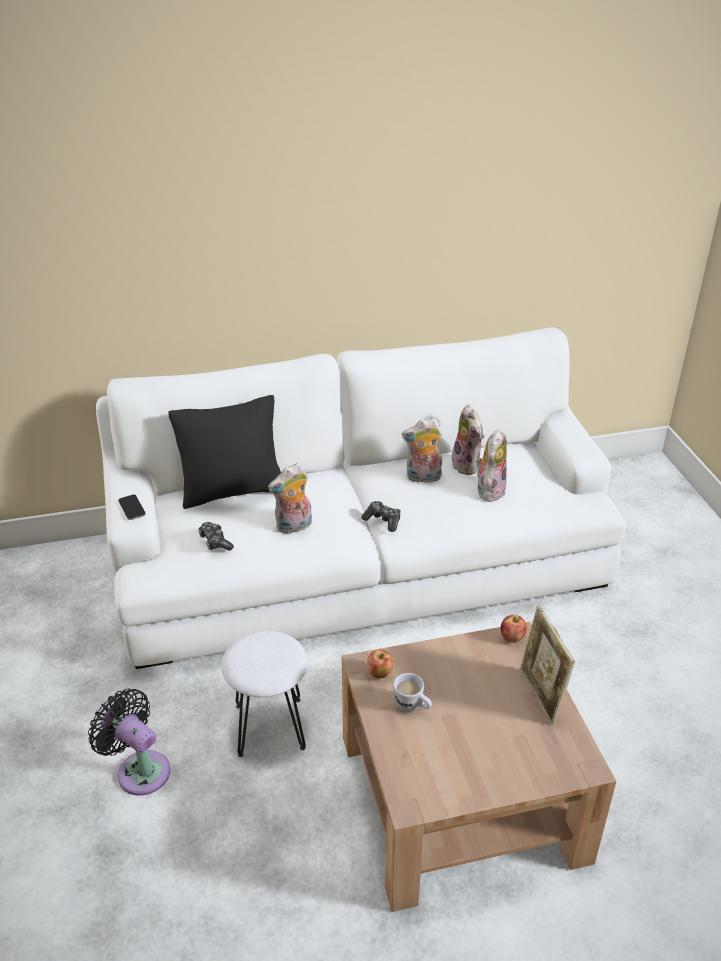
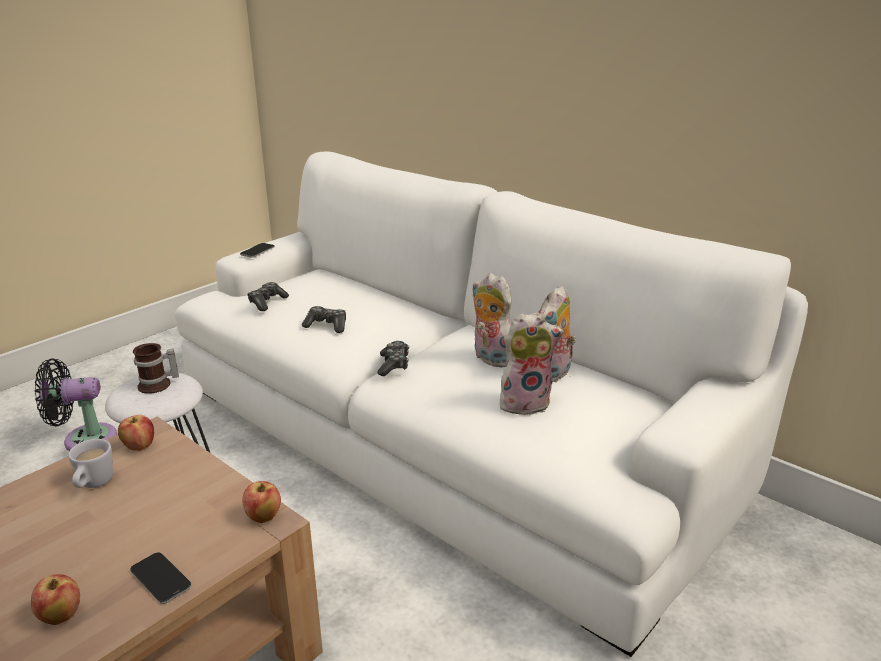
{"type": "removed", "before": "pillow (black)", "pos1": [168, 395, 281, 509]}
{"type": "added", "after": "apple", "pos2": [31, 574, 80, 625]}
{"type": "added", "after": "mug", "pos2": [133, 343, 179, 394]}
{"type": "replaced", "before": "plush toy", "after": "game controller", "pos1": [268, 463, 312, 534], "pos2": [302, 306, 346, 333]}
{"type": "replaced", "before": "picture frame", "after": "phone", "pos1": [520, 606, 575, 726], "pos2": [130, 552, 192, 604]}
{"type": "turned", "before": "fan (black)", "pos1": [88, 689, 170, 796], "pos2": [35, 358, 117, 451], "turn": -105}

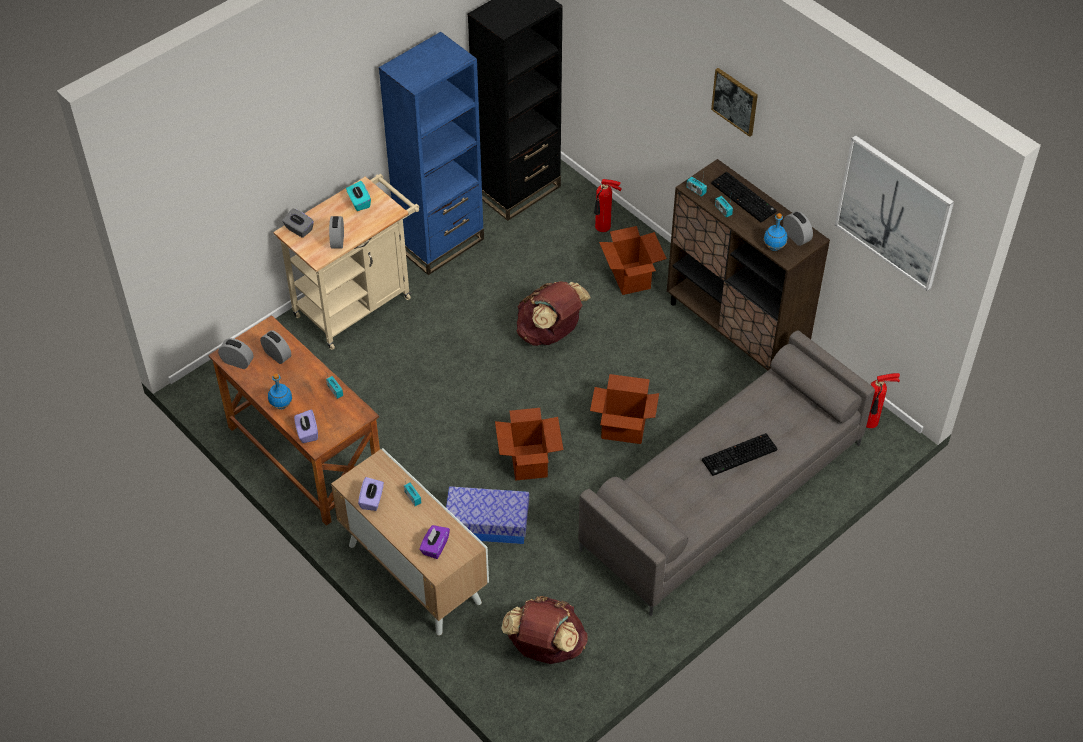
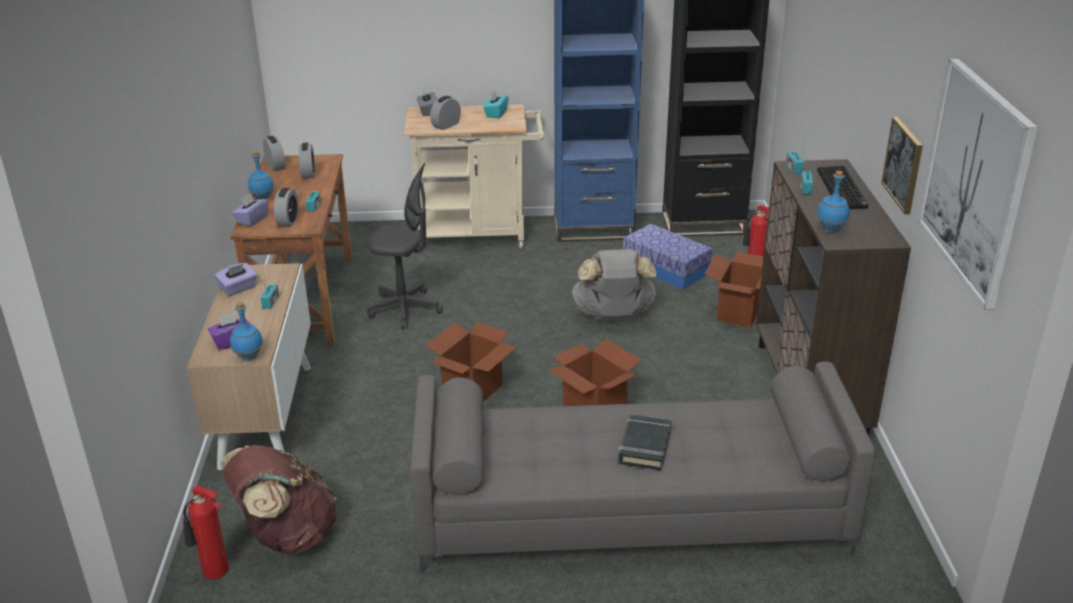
{"type": "added", "after": "bottle (blue)", "pos2": [230, 302, 263, 360]}
{"type": "added", "after": "office chair (grey)", "pos2": [366, 163, 443, 329]}
{"type": "moved", "before": "storage box", "pos1": [446, 486, 529, 544], "pos2": [623, 223, 712, 289]}
{"type": "moved", "before": "picture", "pos1": [711, 68, 758, 137], "pos2": [881, 117, 923, 214]}
{"type": "moved", "before": "alarm clock", "pos1": [783, 211, 813, 246], "pos2": [274, 188, 299, 227]}
{"type": "moved", "before": "fire extinguisher", "pos1": [866, 373, 900, 428], "pos2": [183, 486, 229, 579]}
{"type": "replaced", "before": "keyboard", "after": "book (black)", "pos1": [702, 433, 777, 476], "pos2": [618, 414, 672, 470]}
{"type": "recoloured", "before": "backpack (brown)", "after": "backpack (grey)", "pos1": [517, 281, 591, 346], "pos2": [572, 249, 656, 321]}

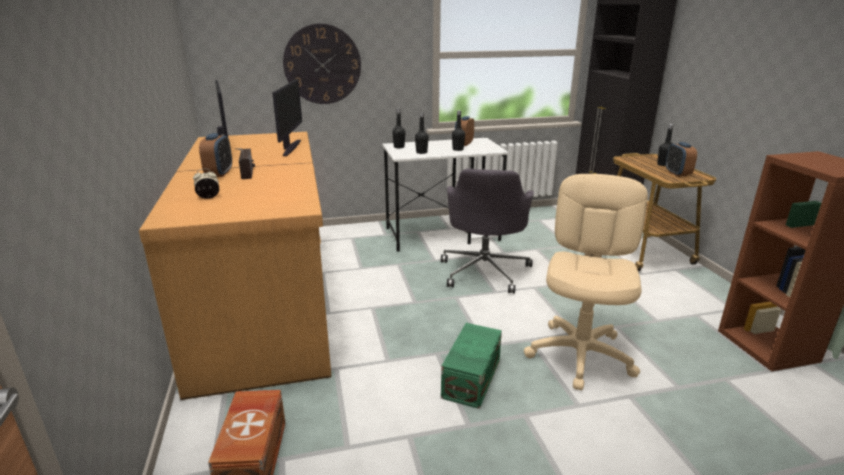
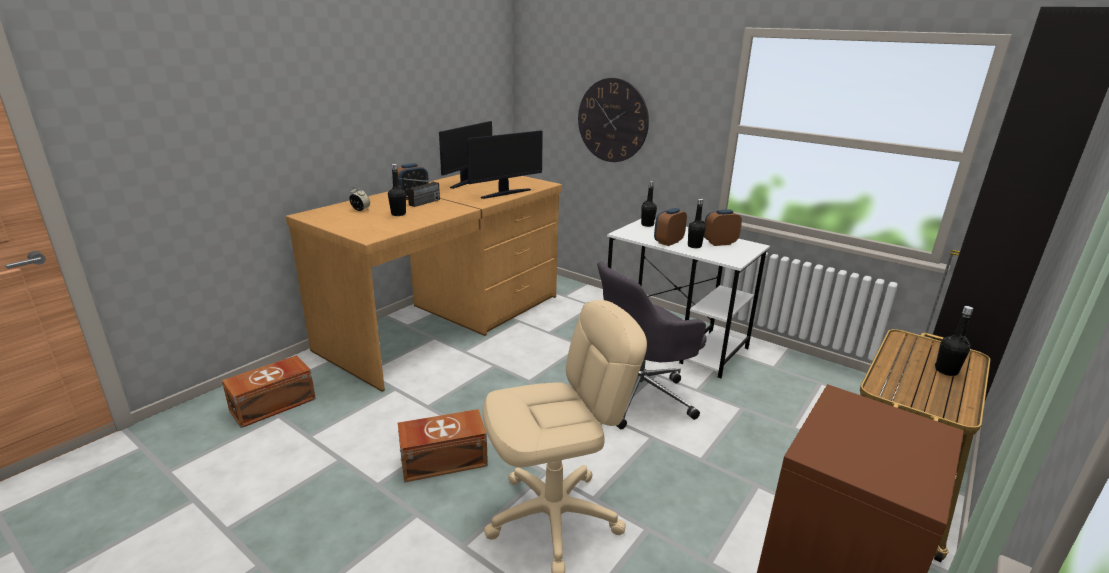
{"type": "moved", "before": "bottle (black)", "pos1": [415, 113, 429, 154], "pos2": [388, 164, 406, 216]}
{"type": "moved", "before": "alarm clock", "pos1": [666, 142, 697, 177], "pos2": [654, 208, 687, 246]}
{"type": "recoloured", "before": "storage box (green)", "after": "storage box (brown)", "pos1": [441, 323, 502, 409], "pos2": [398, 409, 488, 483]}

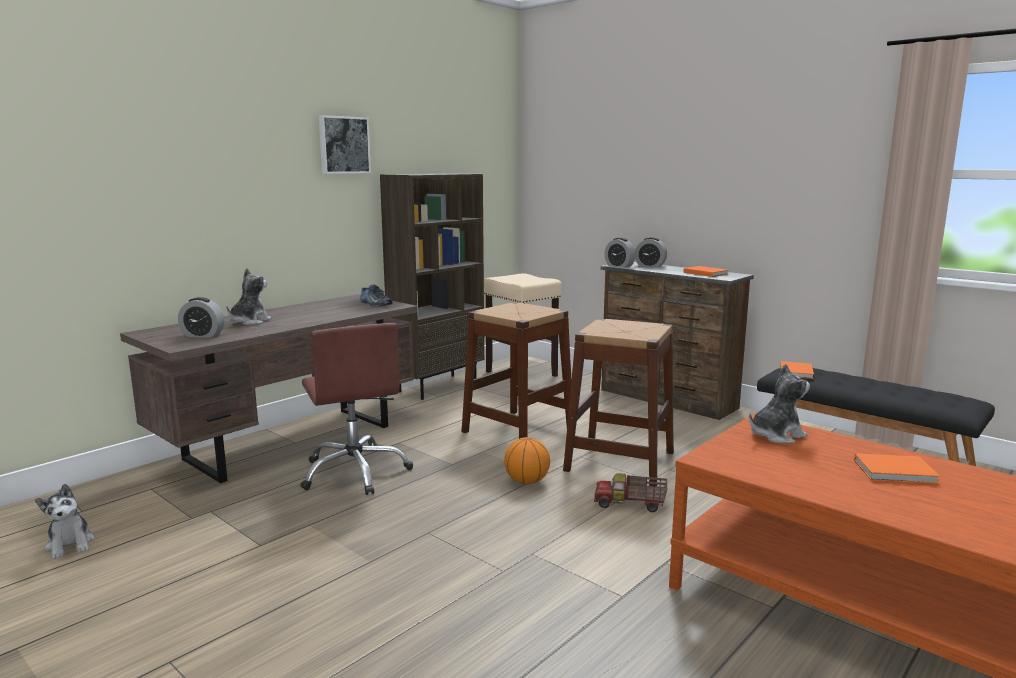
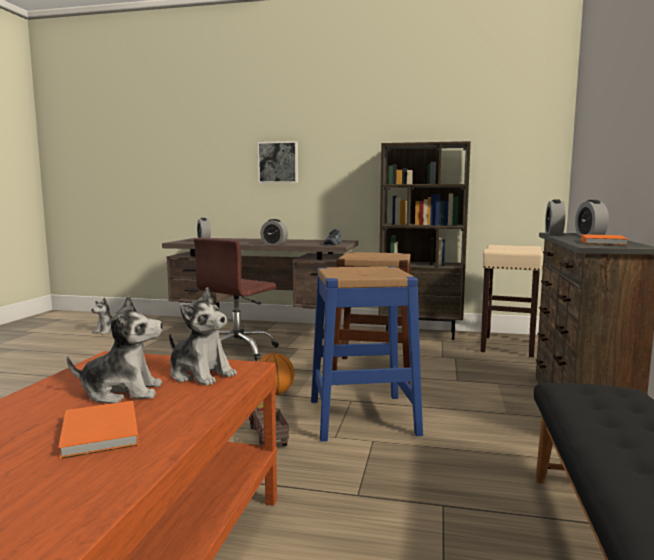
{"type": "removed", "before": "book (orange)", "pos1": [781, 361, 814, 379]}
{"type": "added", "after": "alarm clock", "pos2": [260, 219, 288, 245]}
{"type": "moved", "before": "plush toy", "pos1": [227, 268, 272, 325], "pos2": [67, 295, 163, 404]}
{"type": "moved", "before": "picture", "pos1": [319, 115, 371, 174], "pos2": [258, 141, 298, 183]}
{"type": "recoloured", "before": "stool (brown)", "after": "stool (blue)", "pos1": [563, 318, 674, 486], "pos2": [311, 266, 423, 442]}

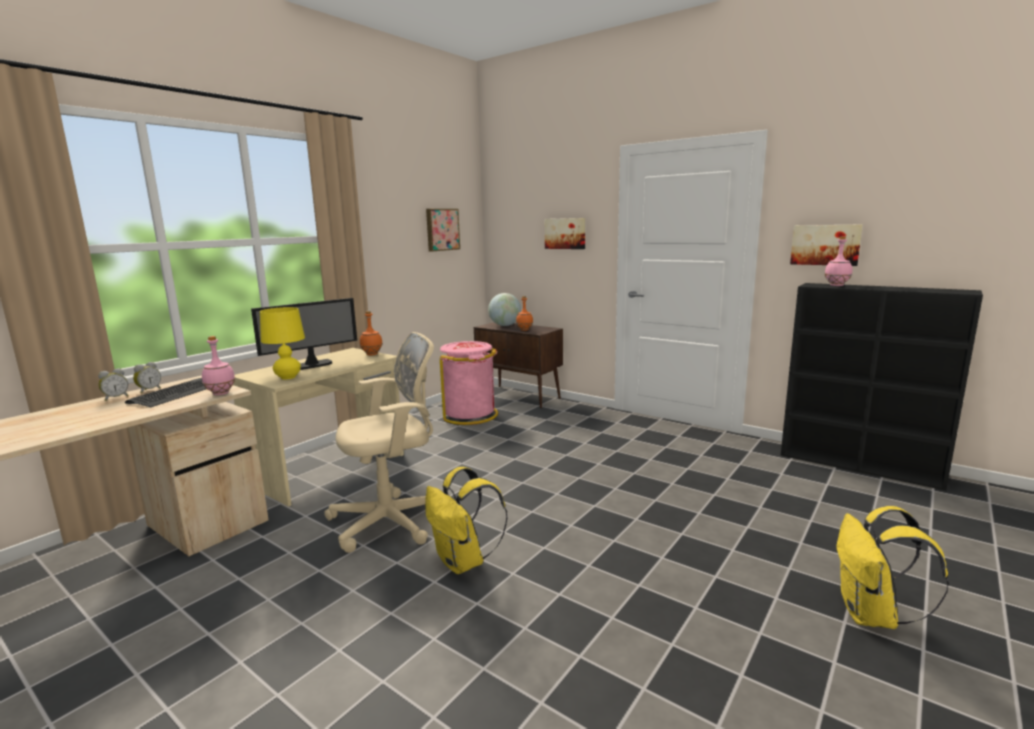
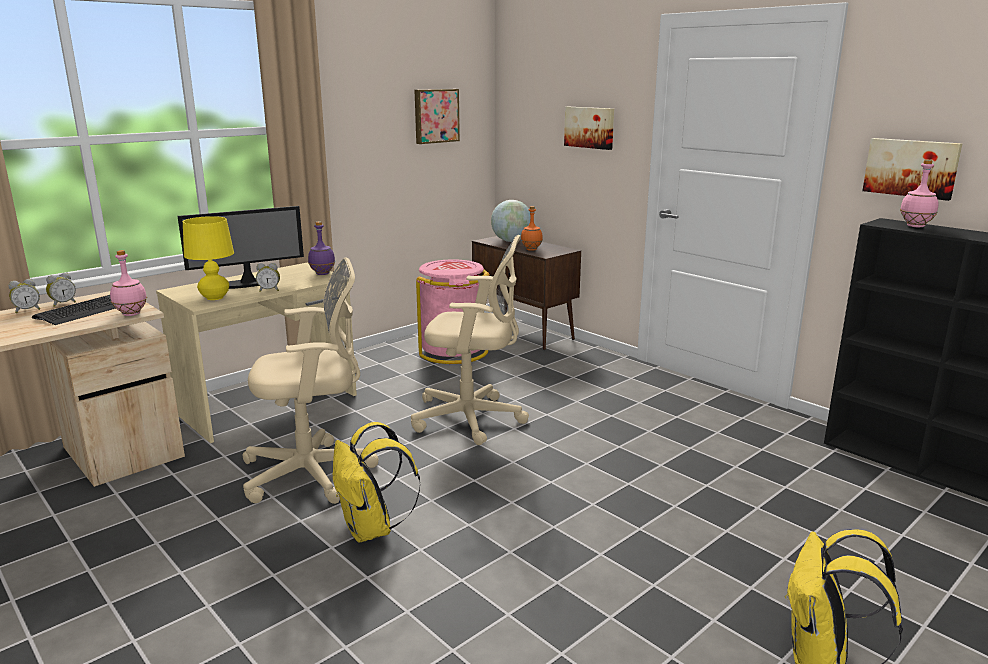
{"type": "added", "after": "alarm clock", "pos2": [256, 263, 280, 292]}
{"type": "added", "after": "office chair (beige)", "pos2": [411, 235, 529, 445]}
{"type": "recoloured", "before": "bottle (orange)", "after": "bottle (purple)", "pos1": [360, 311, 383, 355], "pos2": [308, 222, 335, 275]}

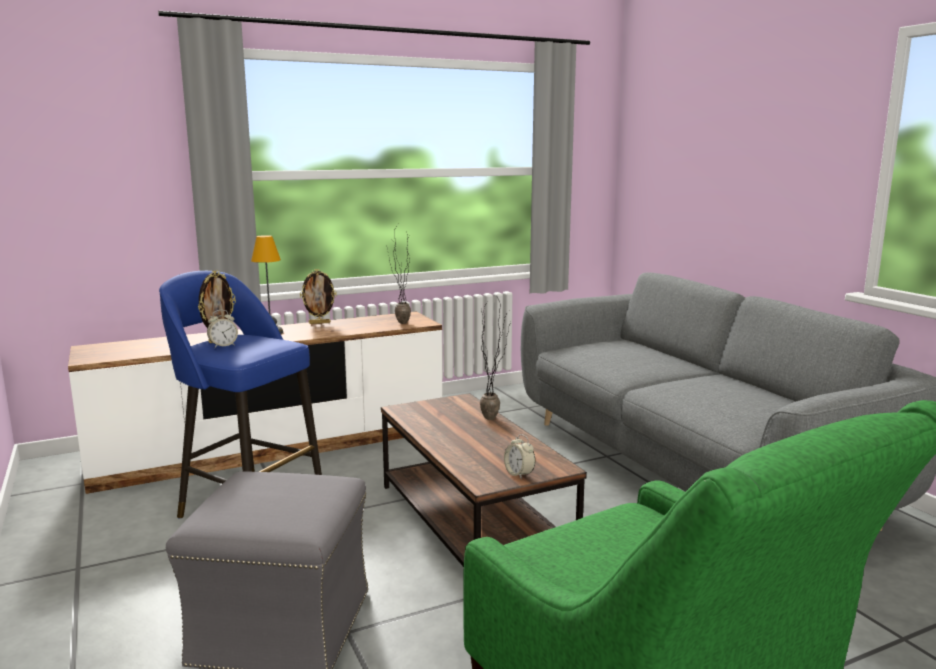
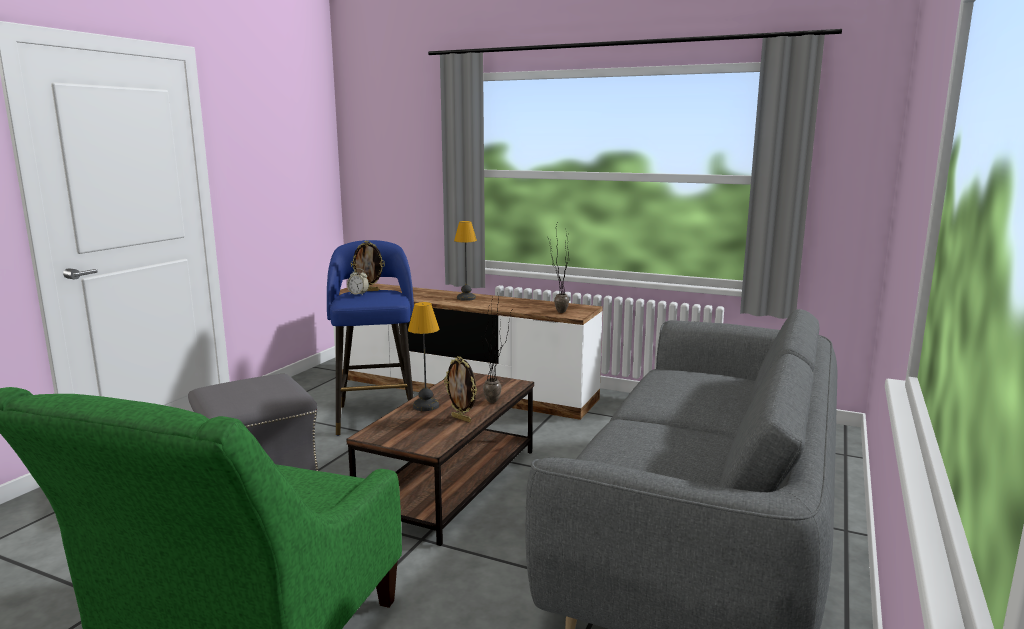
{"type": "removed", "before": "alarm clock", "pos1": [504, 434, 535, 479]}
{"type": "added", "after": "table lamp", "pos2": [408, 302, 439, 411]}
{"type": "moved", "before": "picture frame", "pos1": [300, 269, 337, 324], "pos2": [444, 356, 477, 422]}

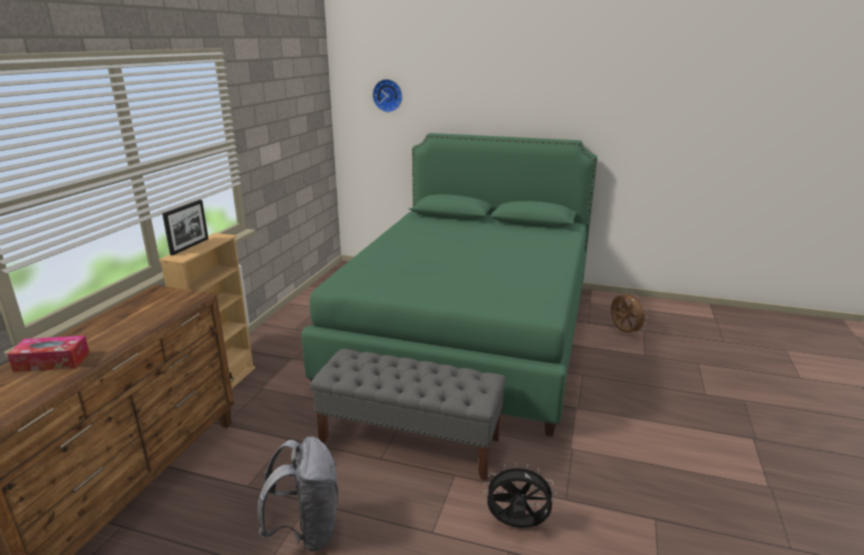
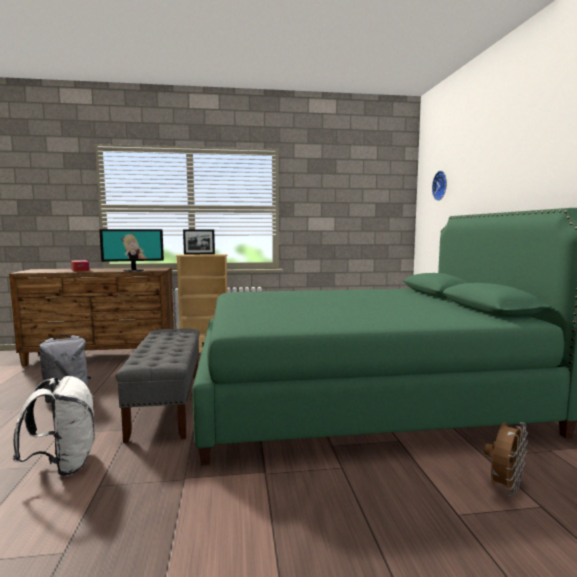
{"type": "added", "after": "monitor", "pos2": [99, 229, 164, 271]}
{"type": "replaced", "before": "fan (black)", "after": "backpack (white)", "pos1": [484, 462, 557, 528], "pos2": [13, 376, 95, 477]}

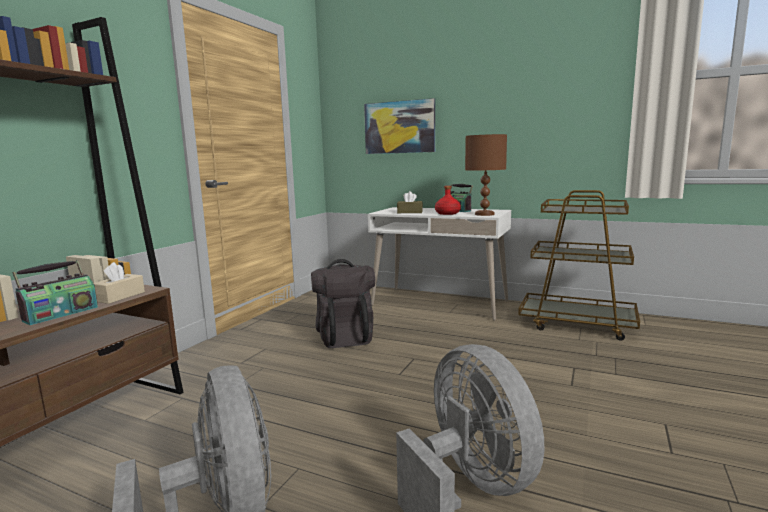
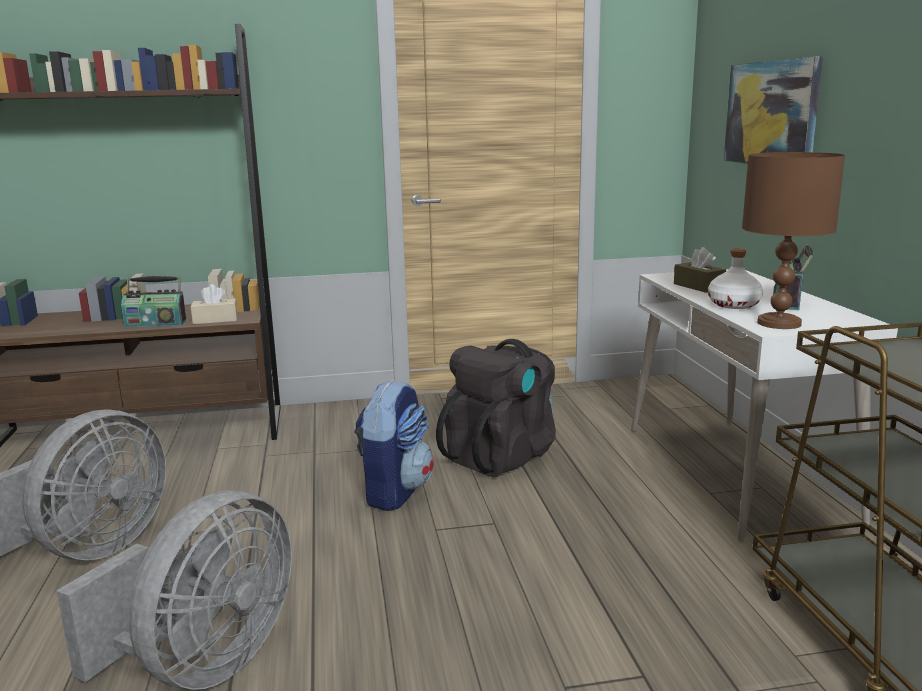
{"type": "added", "after": "backpack", "pos2": [354, 380, 434, 511]}
{"type": "recoloured", "before": "bottle (red)", "after": "bottle (white)", "pos1": [435, 186, 461, 215], "pos2": [708, 248, 763, 309]}

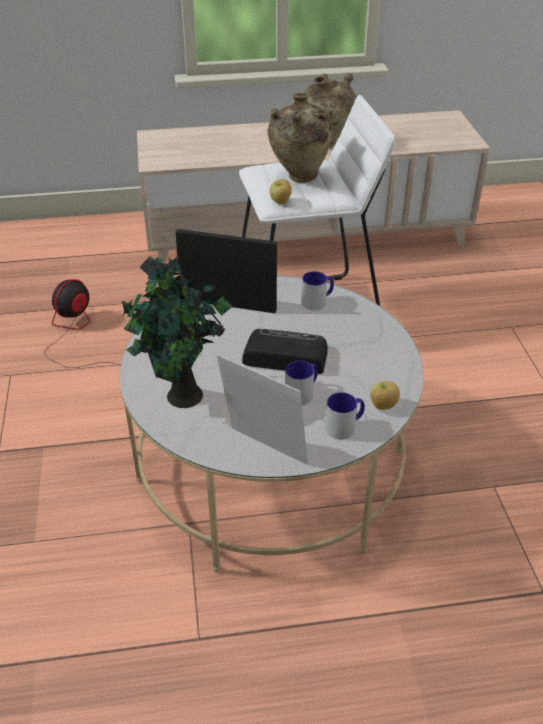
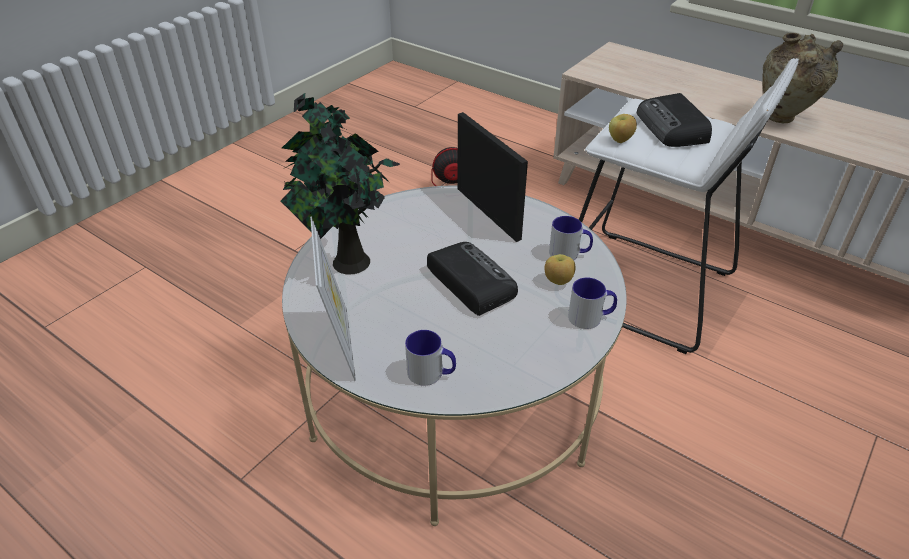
{"type": "moved", "before": "mug", "pos1": [285, 361, 318, 405], "pos2": [568, 278, 617, 329]}
{"type": "moved", "before": "apple", "pos1": [371, 381, 400, 410], "pos2": [544, 254, 575, 285]}
{"type": "replaced", "before": "vase (beige)", "after": "radio", "pos1": [267, 93, 333, 183], "pos2": [637, 93, 712, 147]}

